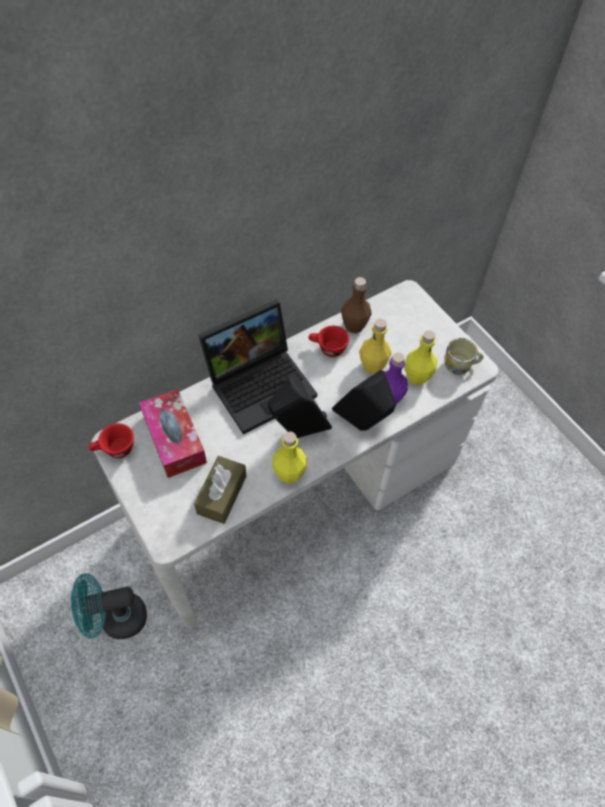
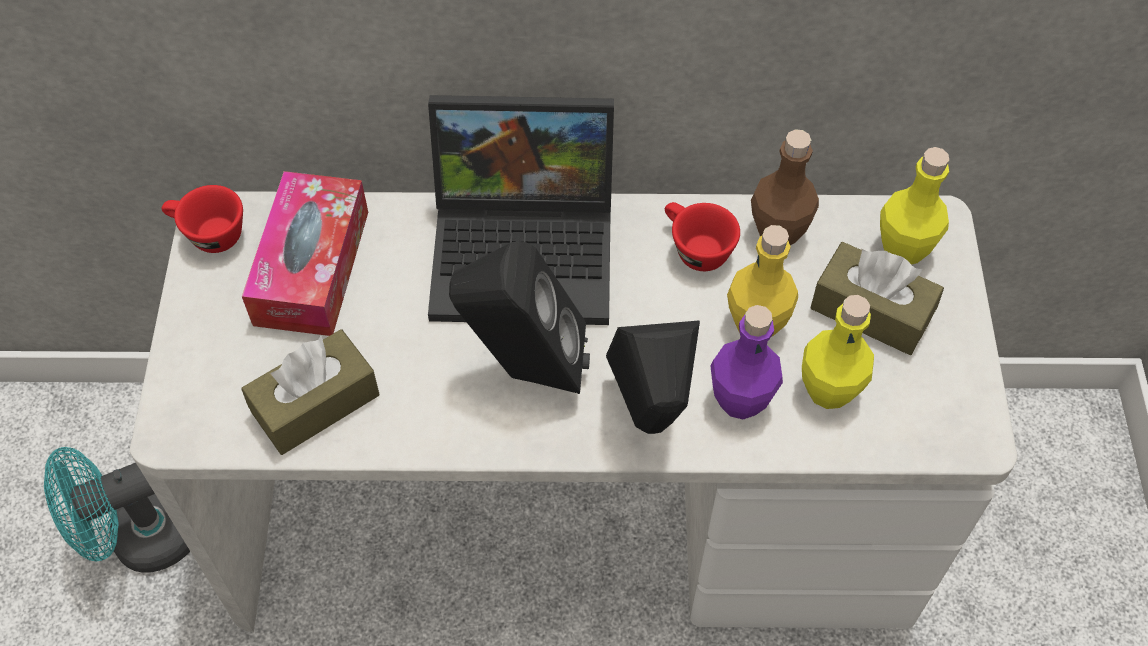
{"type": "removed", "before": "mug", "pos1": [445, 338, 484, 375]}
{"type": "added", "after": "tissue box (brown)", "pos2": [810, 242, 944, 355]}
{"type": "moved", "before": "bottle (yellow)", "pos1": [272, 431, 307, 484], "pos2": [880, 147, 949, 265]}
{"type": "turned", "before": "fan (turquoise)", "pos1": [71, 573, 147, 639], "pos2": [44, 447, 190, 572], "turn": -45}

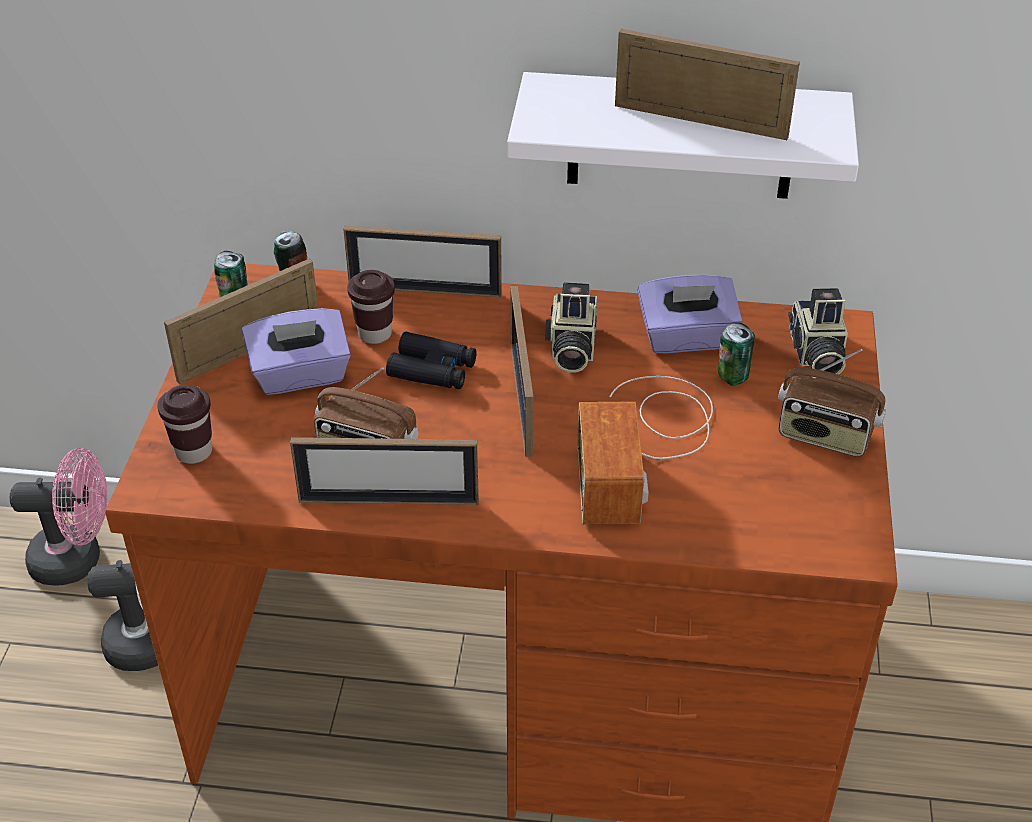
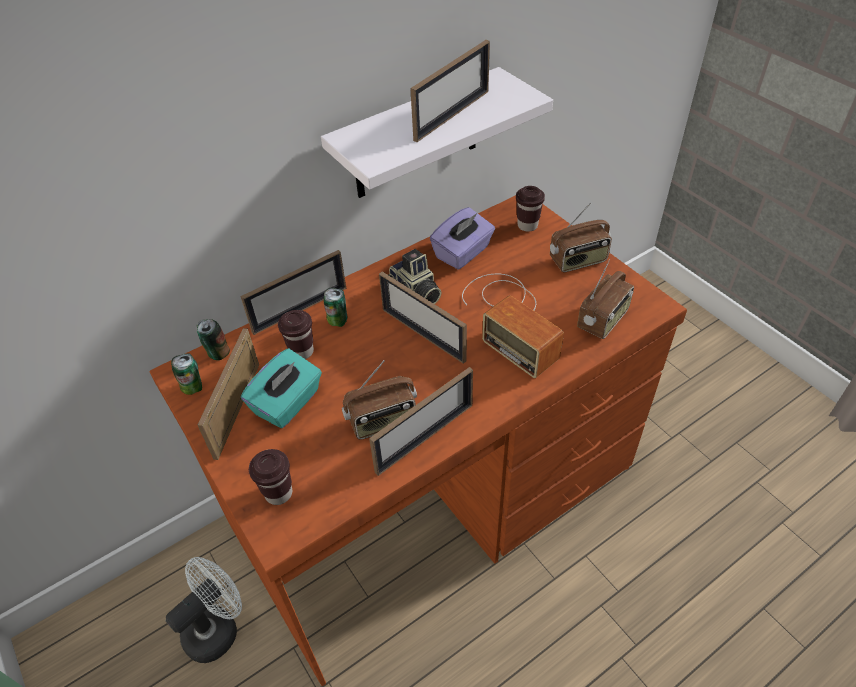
{"type": "removed", "before": "fan (pink)", "pos1": [10, 448, 108, 586]}
{"type": "removed", "before": "binoculars (black)", "pos1": [386, 332, 477, 389]}
{"type": "added", "after": "radio", "pos2": [577, 260, 634, 339]}
{"type": "moved", "before": "can", "pos1": [718, 323, 755, 386], "pos2": [324, 287, 348, 327]}
{"type": "replaced", "before": "photo camera", "after": "cup (brown)", "pos1": [788, 288, 848, 374], "pos2": [516, 186, 545, 232]}
{"type": "recoloured", "before": "tissue box (purple)", "after": "tissue box (turquoise)", "pos1": [242, 308, 351, 395], "pos2": [241, 348, 322, 428]}
{"type": "turned", "before": "picture frame", "pos1": [615, 29, 800, 140], "pos2": [410, 40, 490, 142], "turn": 150}

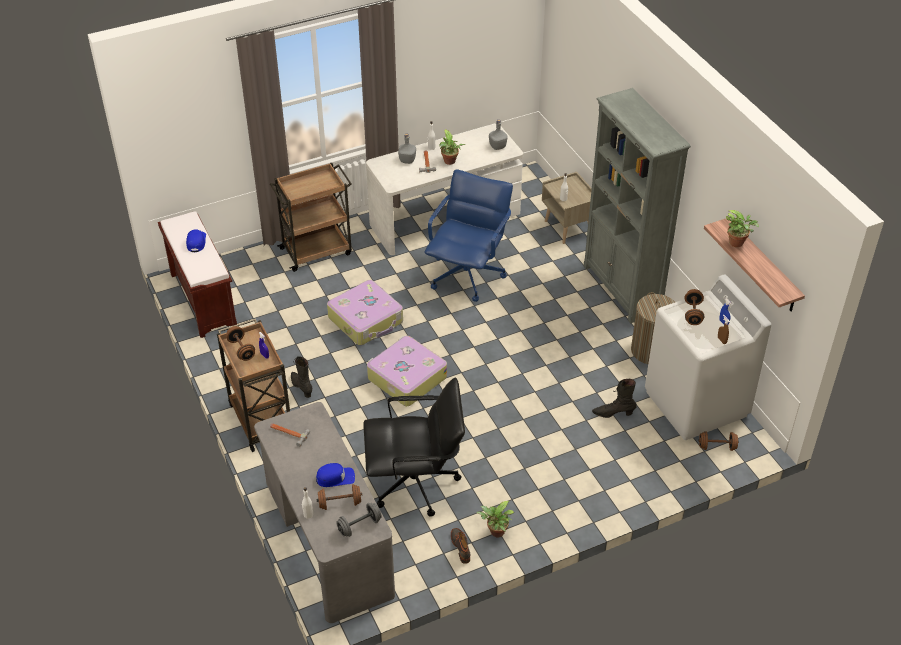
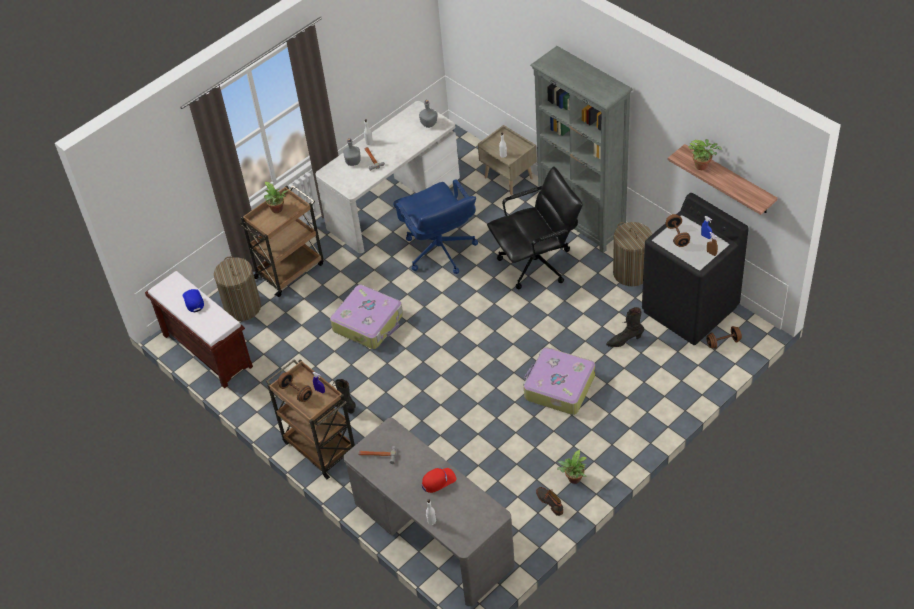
{"type": "removed", "before": "dumbbell (brown)", "pos1": [317, 484, 362, 510]}
{"type": "removed", "before": "dumbbell (grey)", "pos1": [336, 503, 382, 537]}
{"type": "added", "after": "laundry basket", "pos2": [214, 257, 261, 321]}
{"type": "moved", "before": "office chair (black)", "pos1": [363, 378, 465, 517], "pos2": [487, 167, 583, 289]}
{"type": "moved", "before": "suitcase", "pos1": [367, 336, 447, 406], "pos2": [524, 348, 595, 415]}
{"type": "moved", "before": "potted plant", "pos1": [439, 129, 465, 165], "pos2": [264, 181, 289, 213]}
{"type": "recoloured", "before": "cap (blue)", "after": "cap (red)", "pos1": [316, 463, 355, 487], "pos2": [422, 468, 456, 493]}
{"type": "recoloured", "before": "washing machine (white)", "after": "washing machine (black)", "pos1": [645, 274, 771, 440], "pos2": [642, 193, 749, 345]}
{"type": "turned", "before": "office chair (blue)", "pos1": [425, 170, 513, 302], "pos2": [393, 179, 478, 274], "turn": 150}

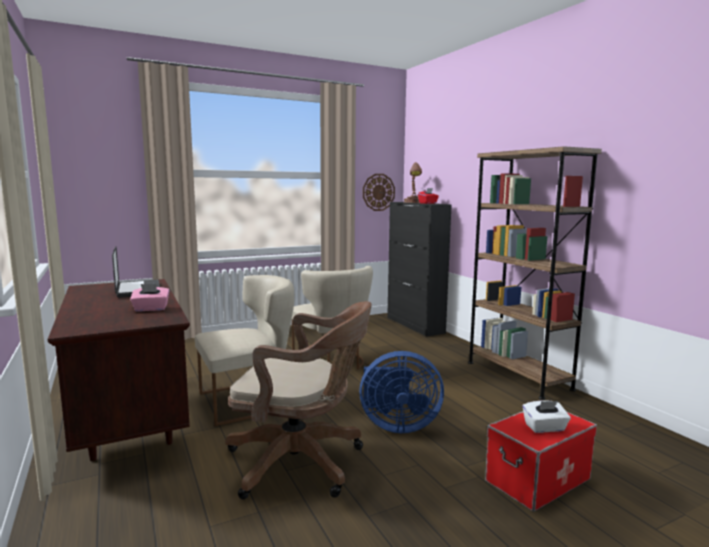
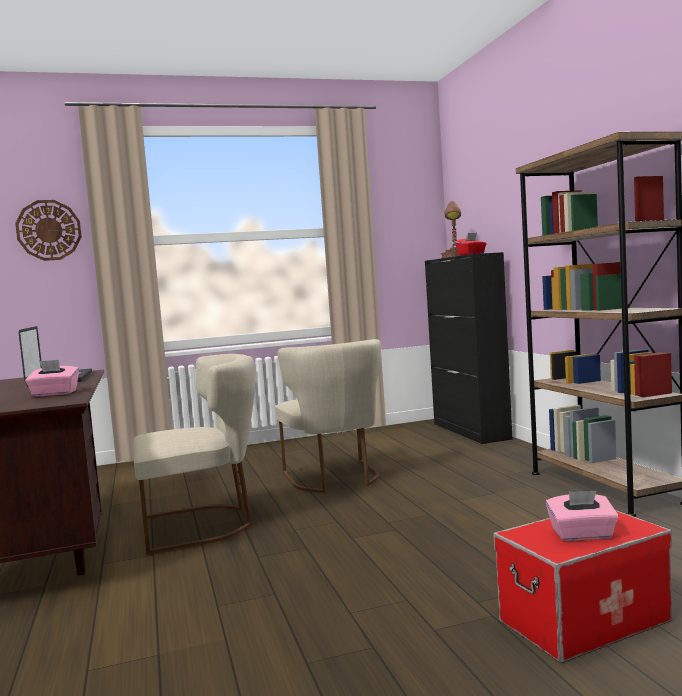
{"type": "removed", "before": "office chair (brown)", "pos1": [225, 301, 372, 499]}
{"type": "removed", "before": "fan (blue)", "pos1": [359, 351, 444, 433]}
{"type": "moved", "before": "wall clock", "pos1": [363, 174, 395, 211], "pos2": [15, 200, 82, 261]}
{"type": "recoloured", "before": "tissue box (white)", "after": "tissue box (pink)", "pos1": [523, 401, 571, 433], "pos2": [546, 491, 619, 541]}

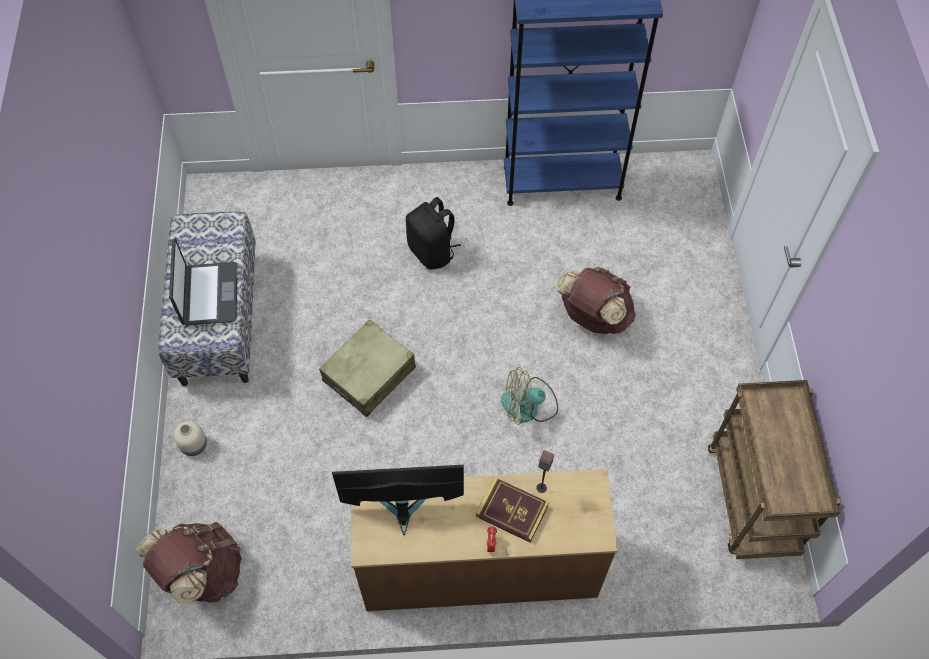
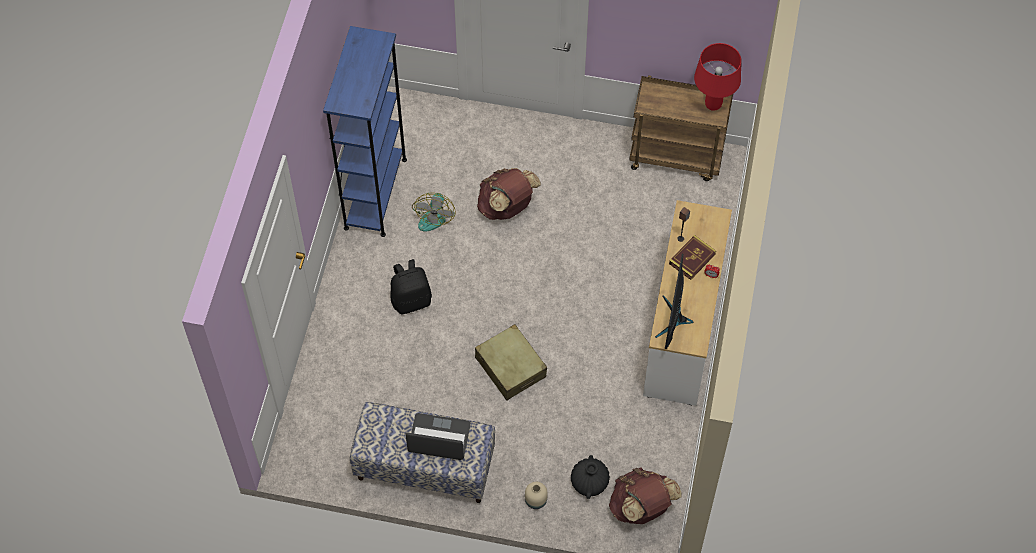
{"type": "added", "after": "vase (black)", "pos2": [571, 455, 610, 499]}
{"type": "added", "after": "table lamp (red)", "pos2": [694, 43, 741, 111]}
{"type": "moved", "before": "fan", "pos1": [501, 367, 558, 425], "pos2": [412, 193, 456, 232]}
{"type": "recoloured", "before": "dresser (brown)", "after": "dresser (white)", "pos1": [351, 469, 618, 611], "pos2": [643, 200, 732, 406]}

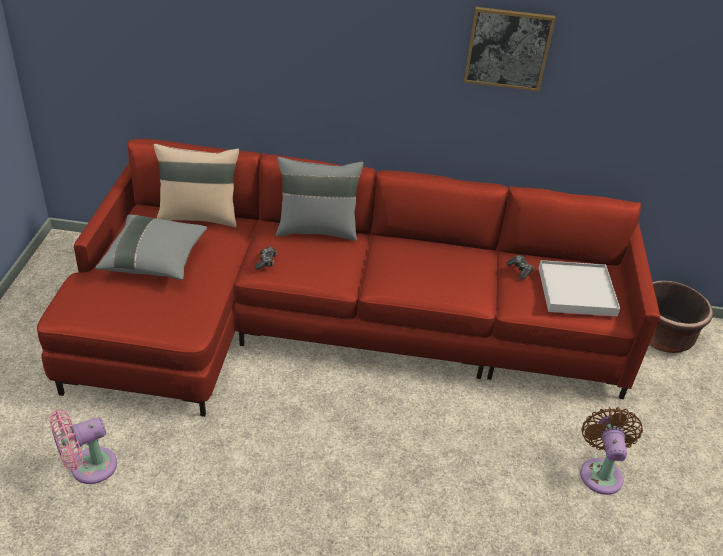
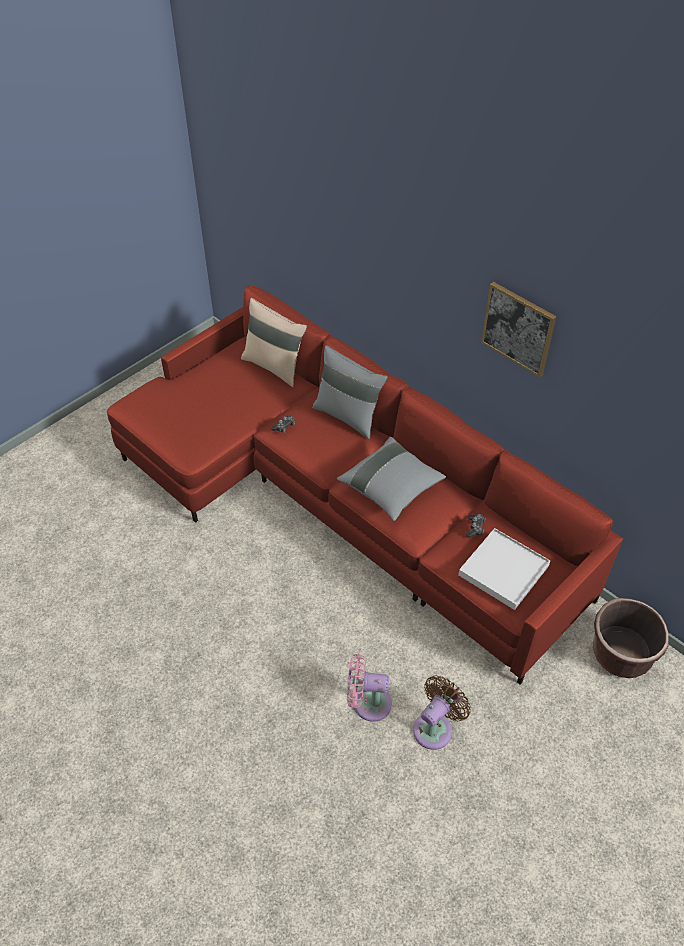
{"type": "moved", "before": "fan (pink)", "pos1": [49, 410, 117, 484], "pos2": [347, 654, 392, 722]}
{"type": "moved", "before": "pillow (grey)", "pos1": [96, 215, 207, 280], "pos2": [337, 437, 446, 521]}

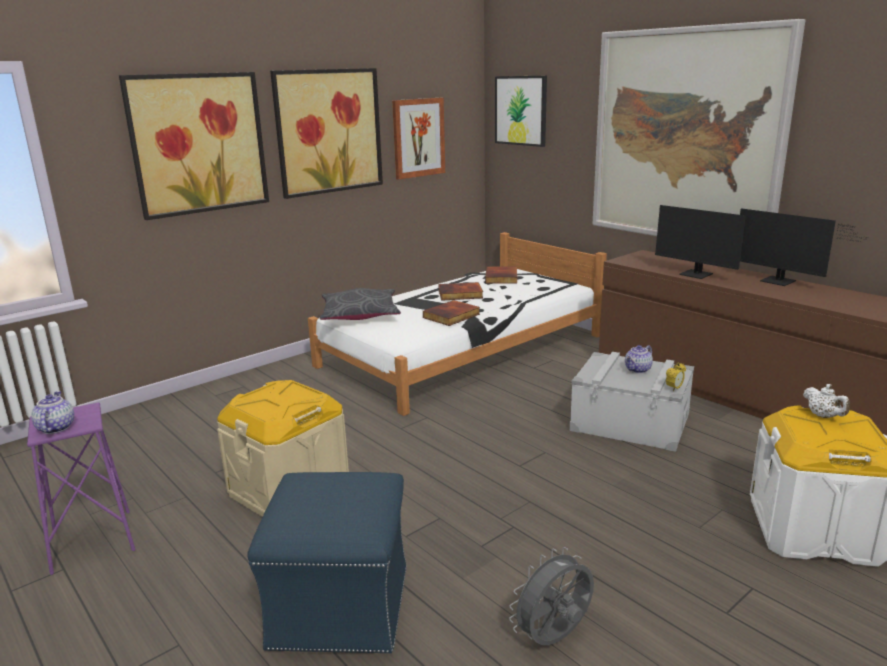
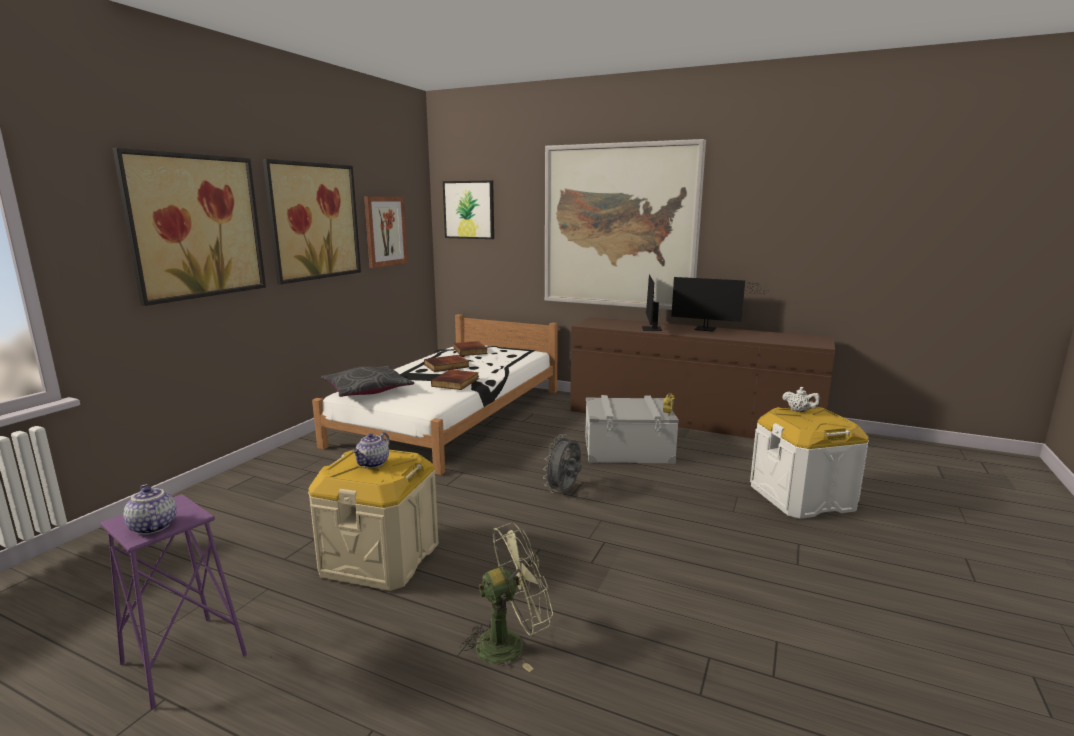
{"type": "moved", "before": "fan (grey)", "pos1": [509, 547, 594, 645], "pos2": [543, 434, 582, 493]}
{"type": "moved", "before": "teapot", "pos1": [625, 345, 653, 374], "pos2": [352, 432, 390, 468]}
{"type": "replaced", "before": "ottoman (blue)", "after": "fan (green)", "pos1": [247, 472, 407, 653], "pos2": [460, 523, 553, 672]}
{"type": "turned", "before": "monitor", "pos1": [655, 205, 774, 279], "pos2": [642, 274, 662, 331], "turn": 75}

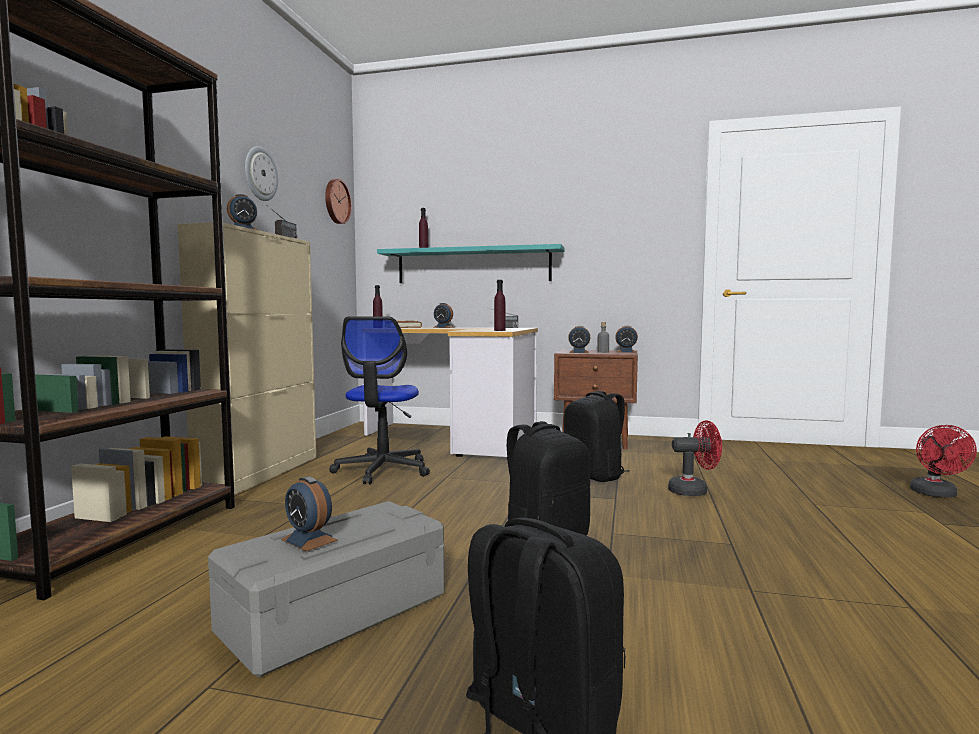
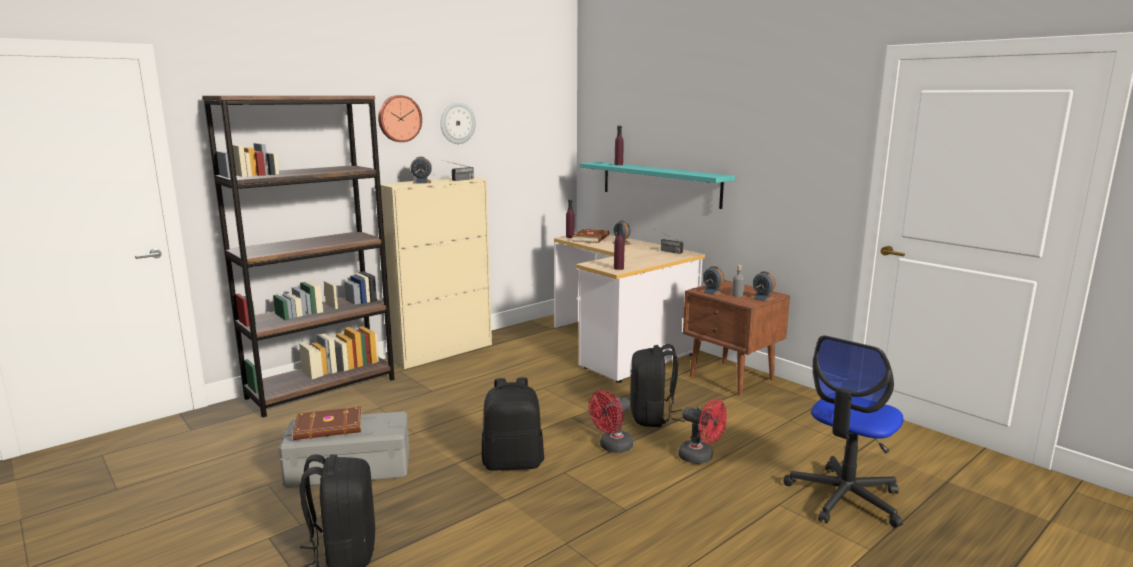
{"type": "moved", "before": "wall clock", "pos1": [325, 179, 352, 224], "pos2": [378, 95, 422, 142]}
{"type": "moved", "before": "office chair", "pos1": [329, 316, 430, 484], "pos2": [784, 335, 904, 528]}
{"type": "moved", "before": "fan (red)", "pos1": [910, 425, 977, 497], "pos2": [589, 390, 633, 453]}
{"type": "replaced", "before": "alarm clock", "after": "book (brown)", "pos1": [281, 476, 338, 552], "pos2": [293, 407, 362, 440]}

